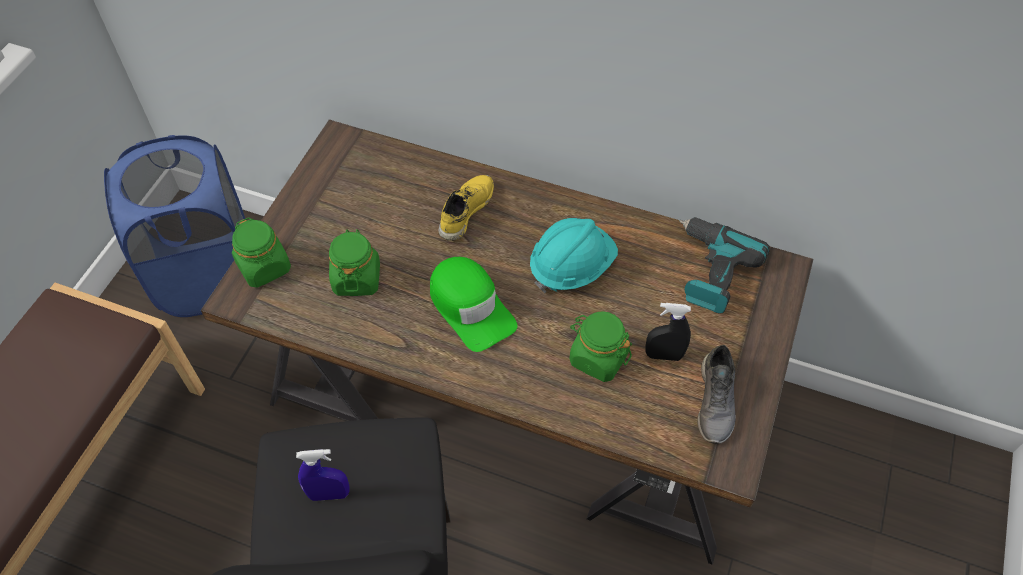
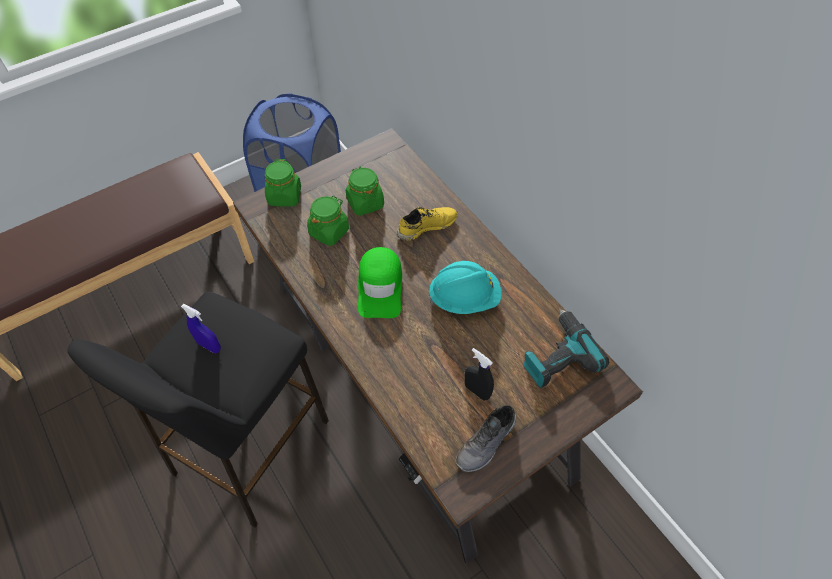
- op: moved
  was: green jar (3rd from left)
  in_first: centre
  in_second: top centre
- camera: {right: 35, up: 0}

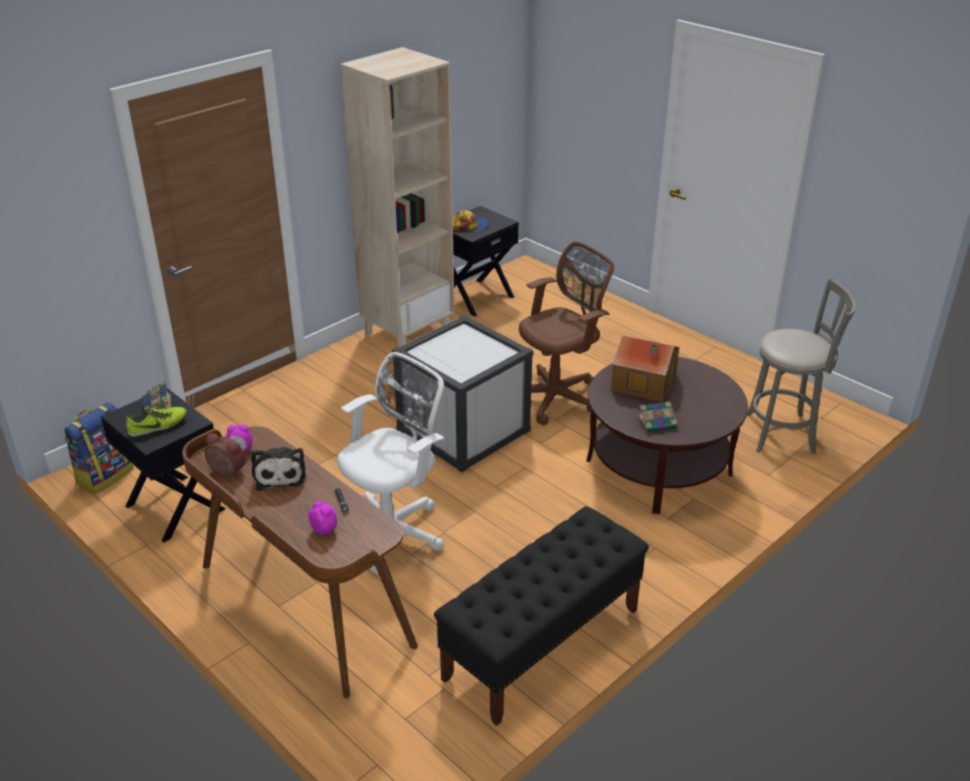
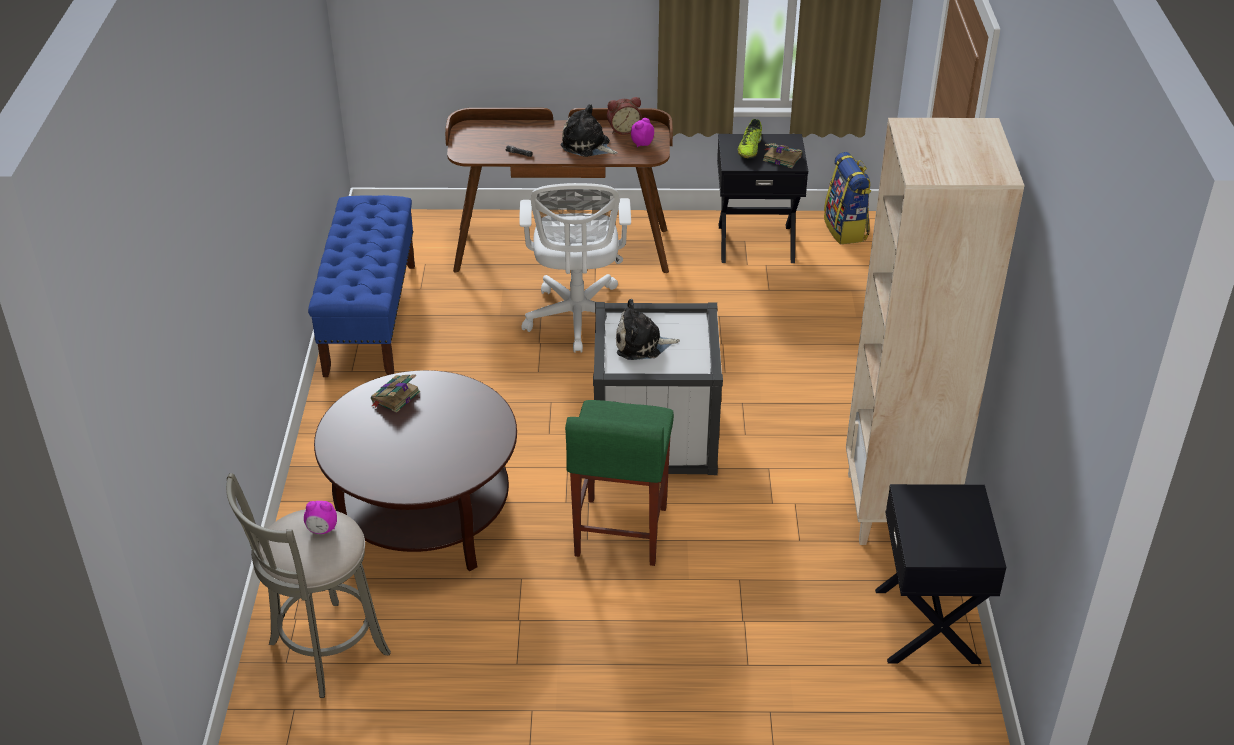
- op: moved
  was: alarm clock (3rd from left in the first image)
  now: alarm clock (1st from left)
  in_first: middle left
  in_second: bottom left
- op: recoloured
  was: black bench
  now: blue bench
  in_first: bottom centre
  in_second: middle left
- op: replaced
  was: brown office chair
  now: green stool
  in_first: centre
  in_second: centre
- op: added
  now: plush toy (2nd from left)
  in_second: centre
- op: removed
  was: cap
  in_first: top centre
- op: removed
  was: toy house
  in_first: centre
- camera: {right: 135, up: 5}

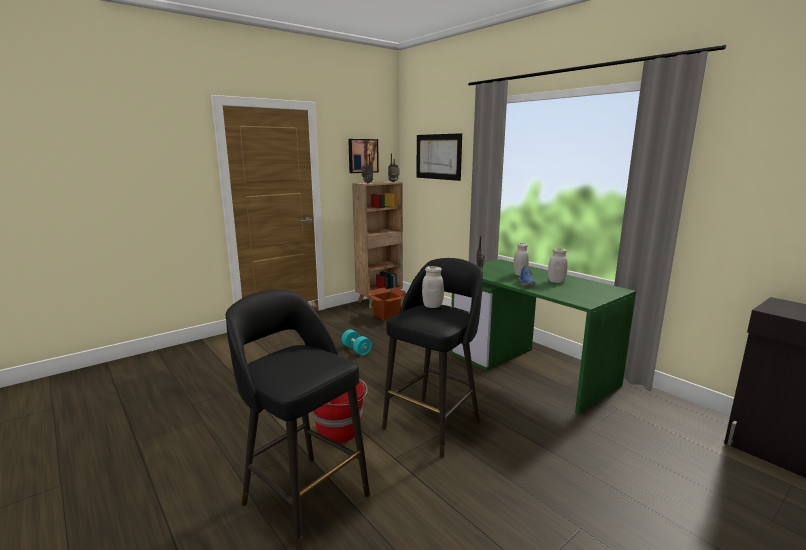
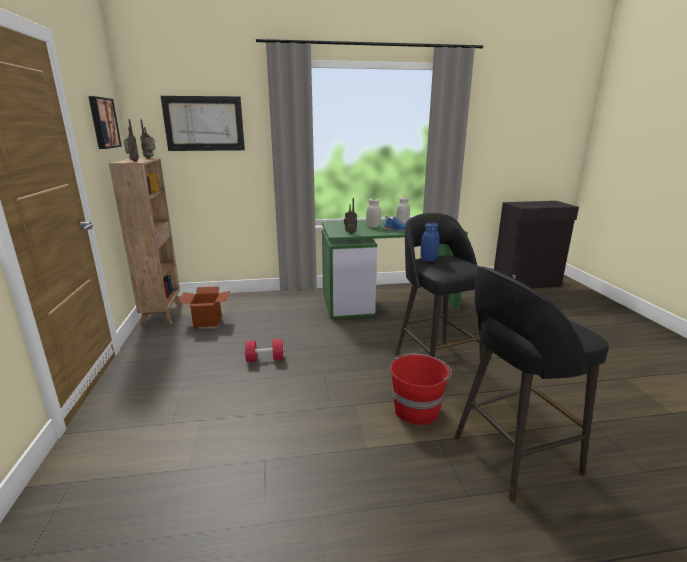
- op: recoloured
  was: turquoise dumbbell
  now: red dumbbell
  in_first: centre
  in_second: centre
- op: recoloured
  was: white jar (1st from left)
  now: blue jar
  in_first: centre
  in_second: centre
- camera: {right: -60, up: 5}

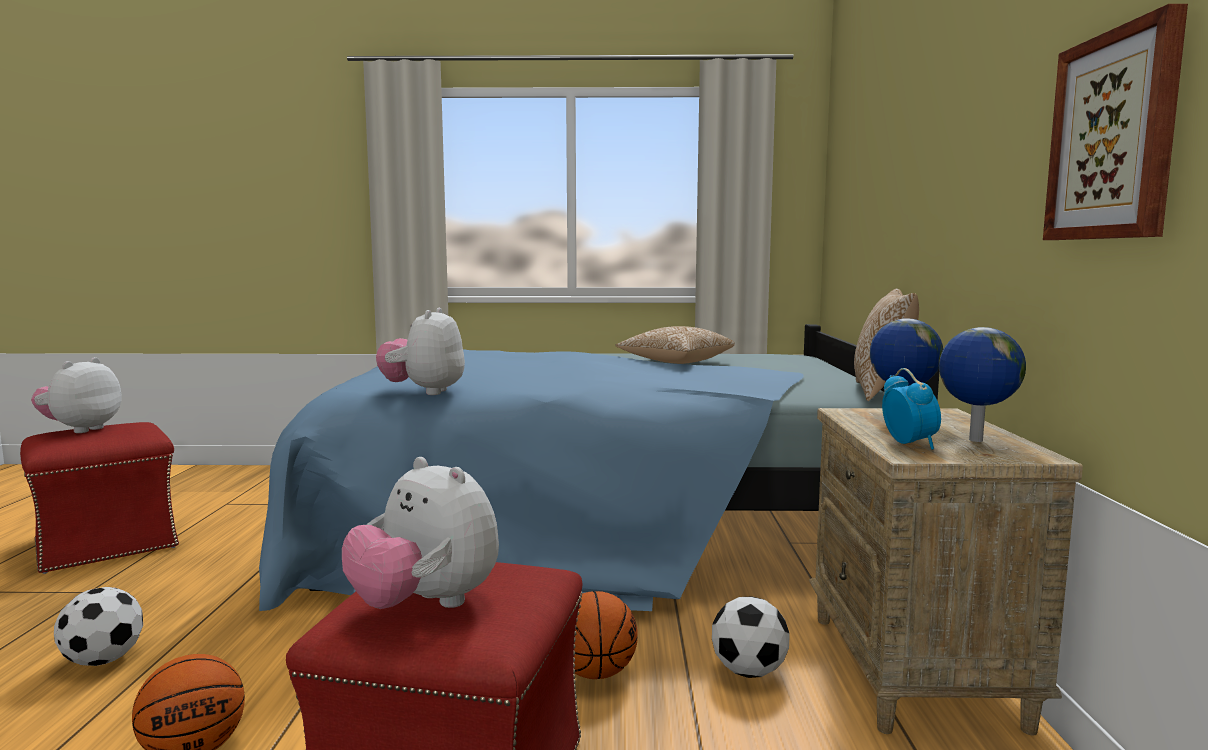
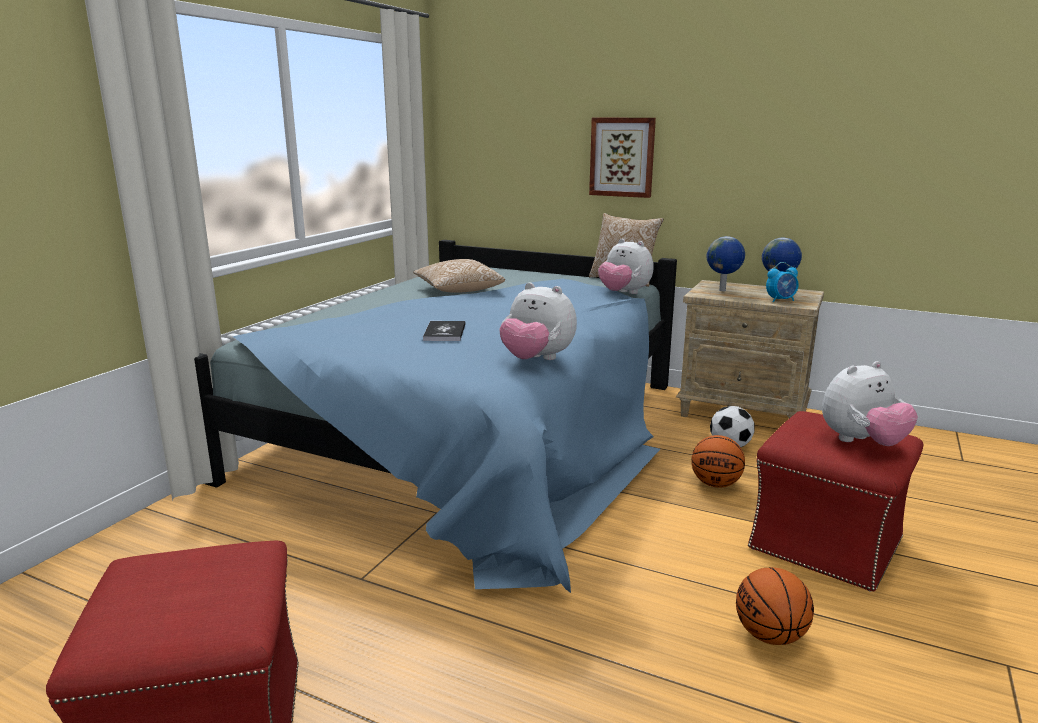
- op: added
  now: book
  in_second: centre
- op: moved
  was: picture
  in_first: top right
  in_second: top centre
- op: moved
  was: plush toy (1st from left in the first image)
  now: plush toy (2nd from left)
  in_first: middle left
  in_second: centre
- op: turned
  was: alarm clock
  in_first: middle right
  in_second: middle right
  clockwise: 150
- op: removed
  was: football (1st from left)
  in_first: bottom left
- camera: {right: -65, up: 10}

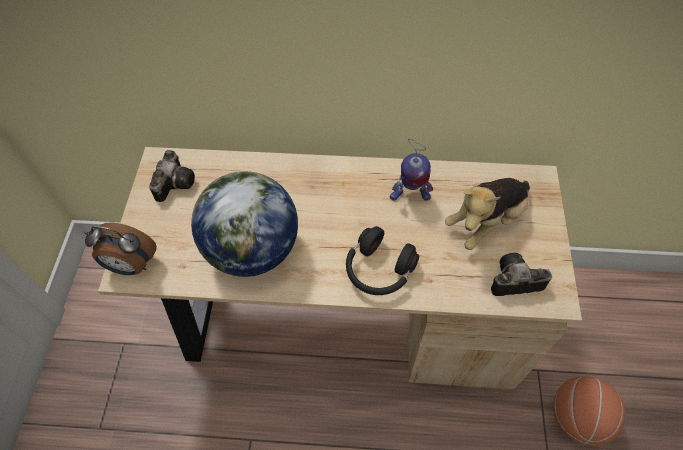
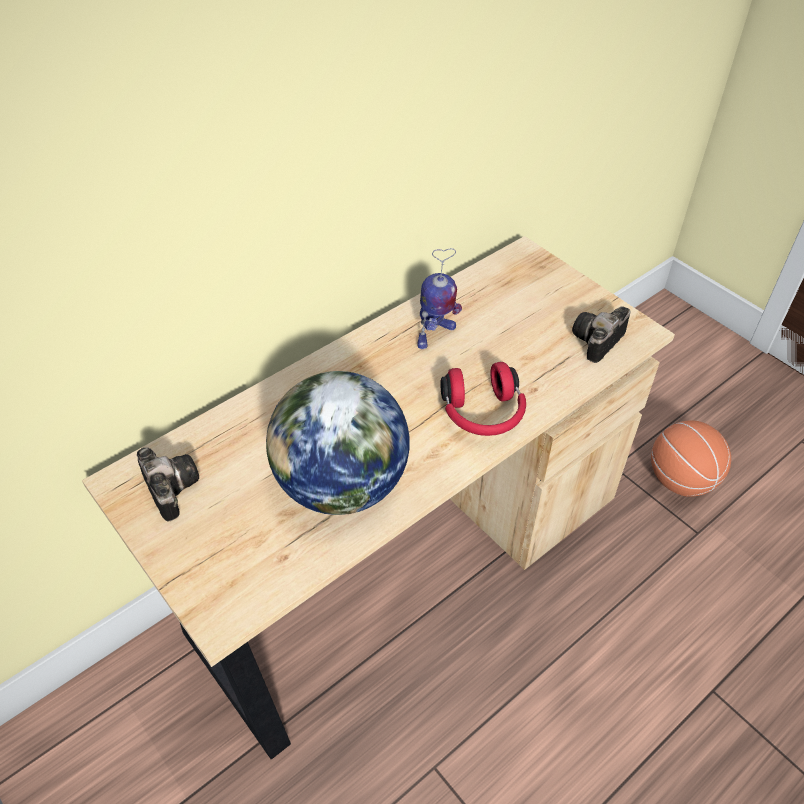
- op: recoloured
  was: black headphones
  now: red headphones
  in_first: centre
  in_second: centre
- op: removed
  was: alarm clock
  in_first: middle left
- op: removed
  was: plush toy
  in_first: middle right
- camera: {right: -45, up: -10}

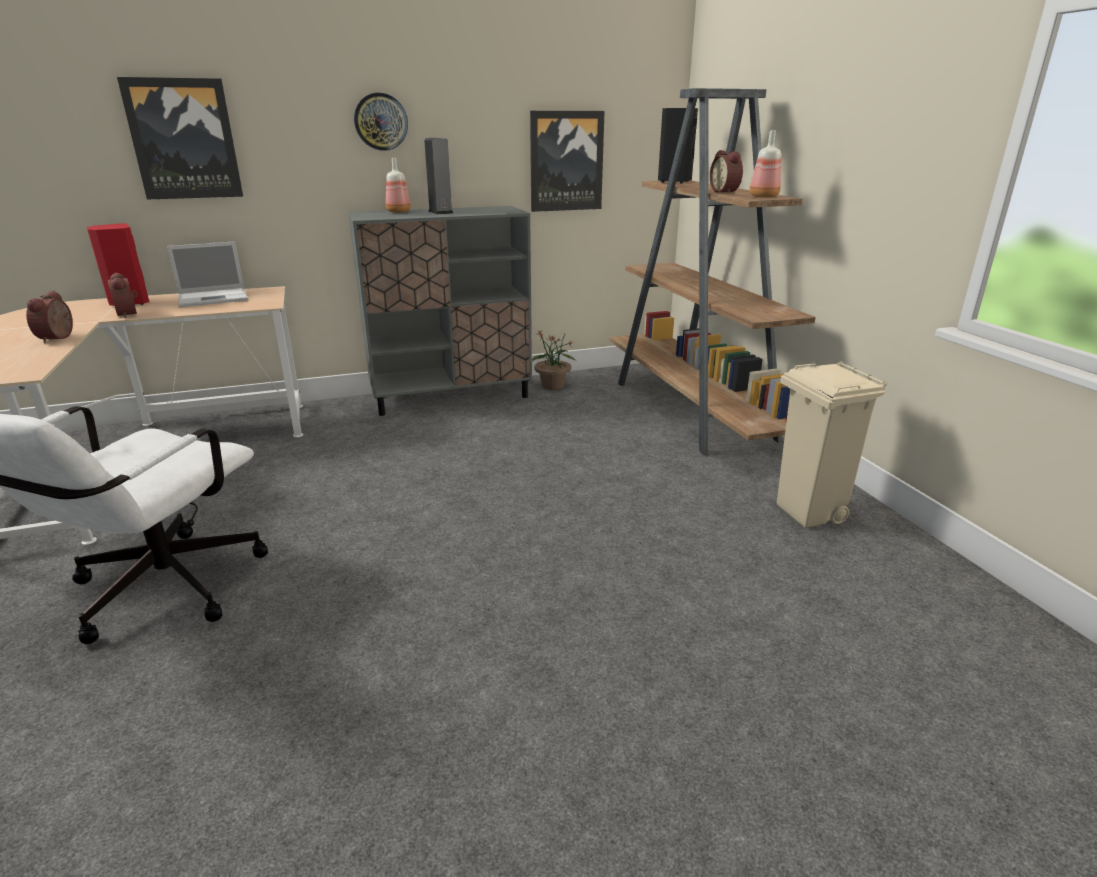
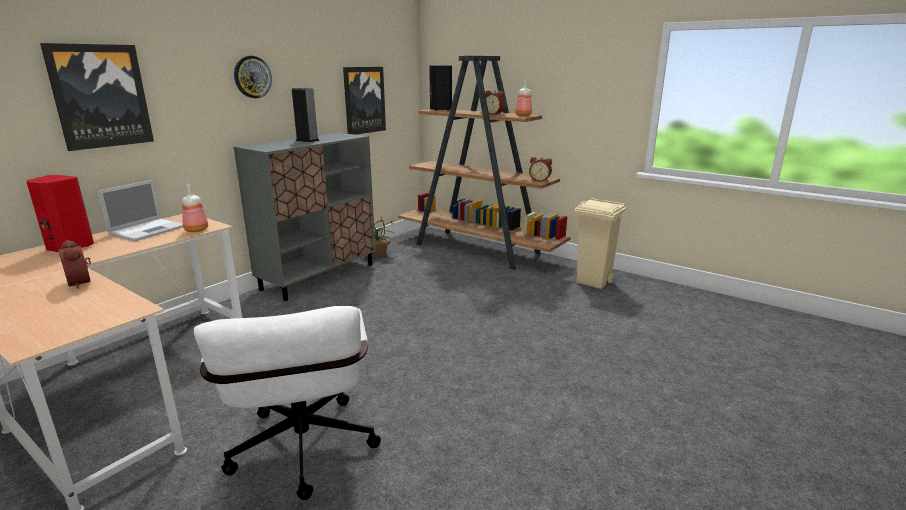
- op: moved
  was: bottle (1st from left)
  in_first: top centre
  in_second: middle left
- op: moved
  was: alarm clock (2nd from left in the first image)
  now: alarm clock (3rd from left)
  in_first: middle left
  in_second: top centre
- camera: {right: -35, up: -5}

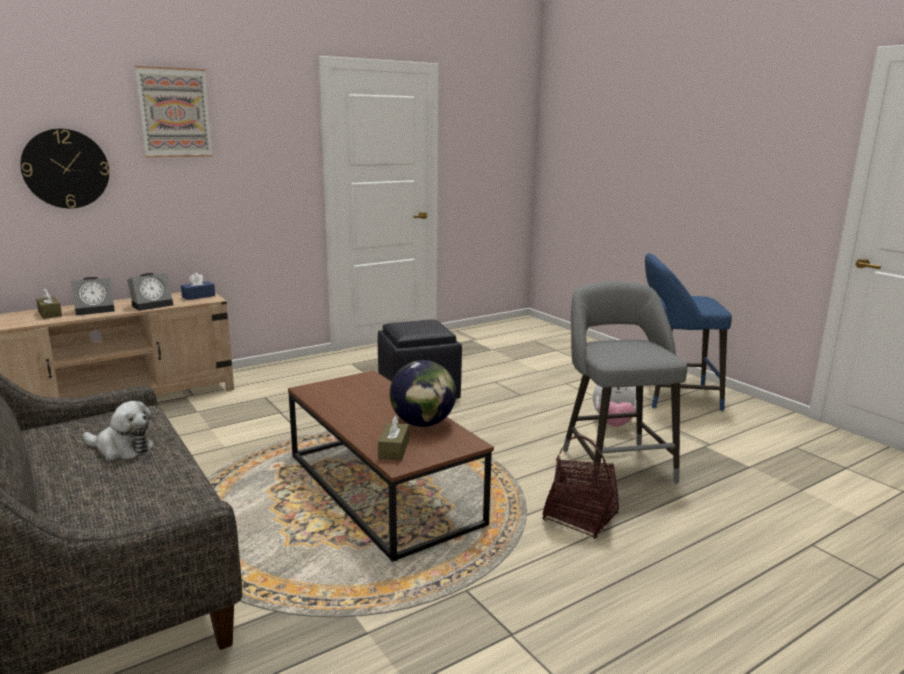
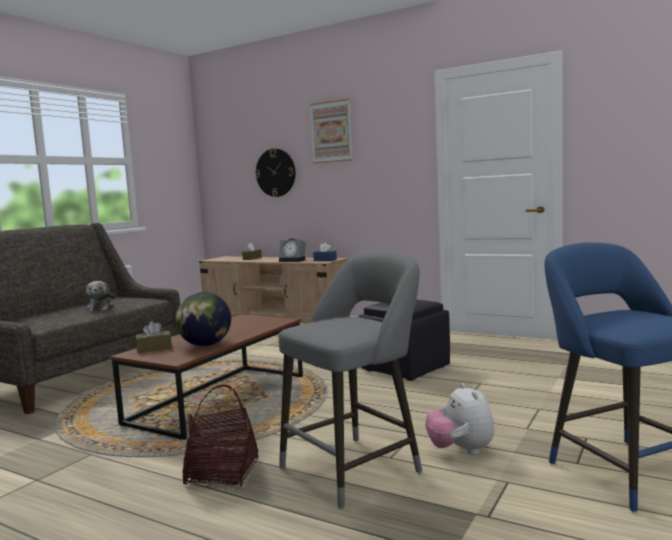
- op: removed
  was: alarm clock (1st from left)
  in_first: middle left
- camera: {right: 65, up: -10}

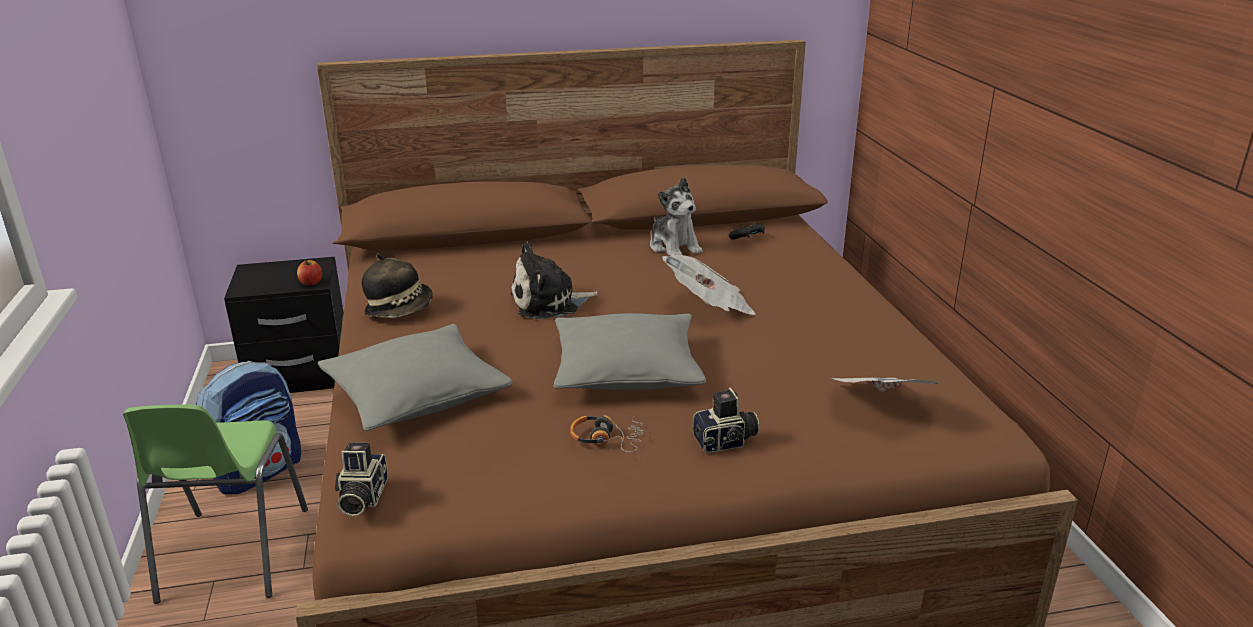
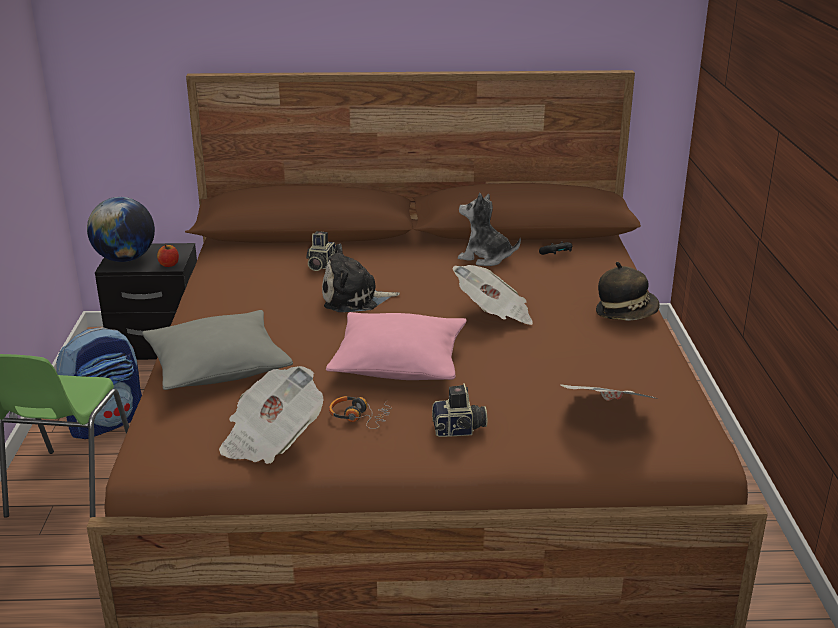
- op: added
  now: globe
  in_second: middle left
- op: added
  now: newspaper (1st from left)
  in_second: middle left
- op: moved
  was: photo camera (1st from left)
  in_first: bottom left
  in_second: centre
- op: recoloured
  was: grey pillow (2nd from left)
  now: pink pillow
  in_first: centre
  in_second: centre
- op: turned
  was: plush toy (2nd from left)
  in_first: centre
  in_second: centre
  clockwise: 135
- op: moved
  was: hat
  in_first: middle left
  in_second: middle right
- camera: {right: 10, up: 0}

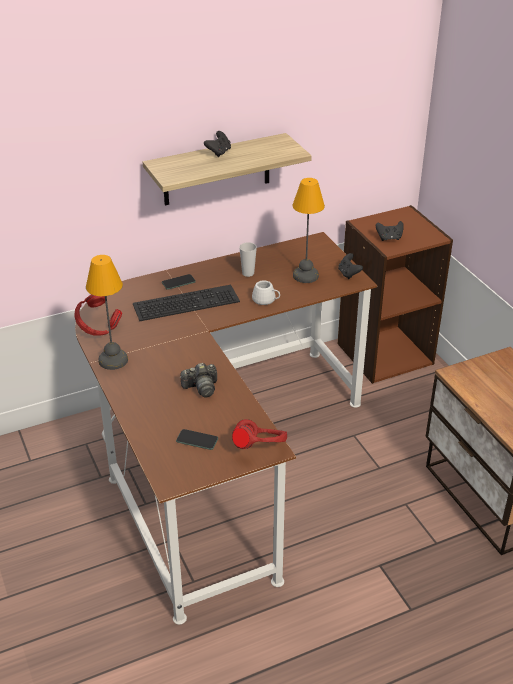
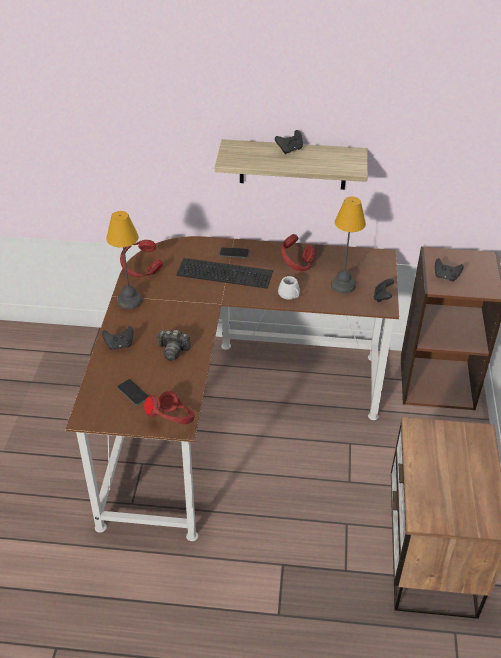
- op: added
  now: black game controller (1st from left)
  in_second: middle left
- op: replaced
  was: cup
  now: red headphones (3rd from left)
  in_first: centre
  in_second: centre
- camera: {right: 30, up: 5}

